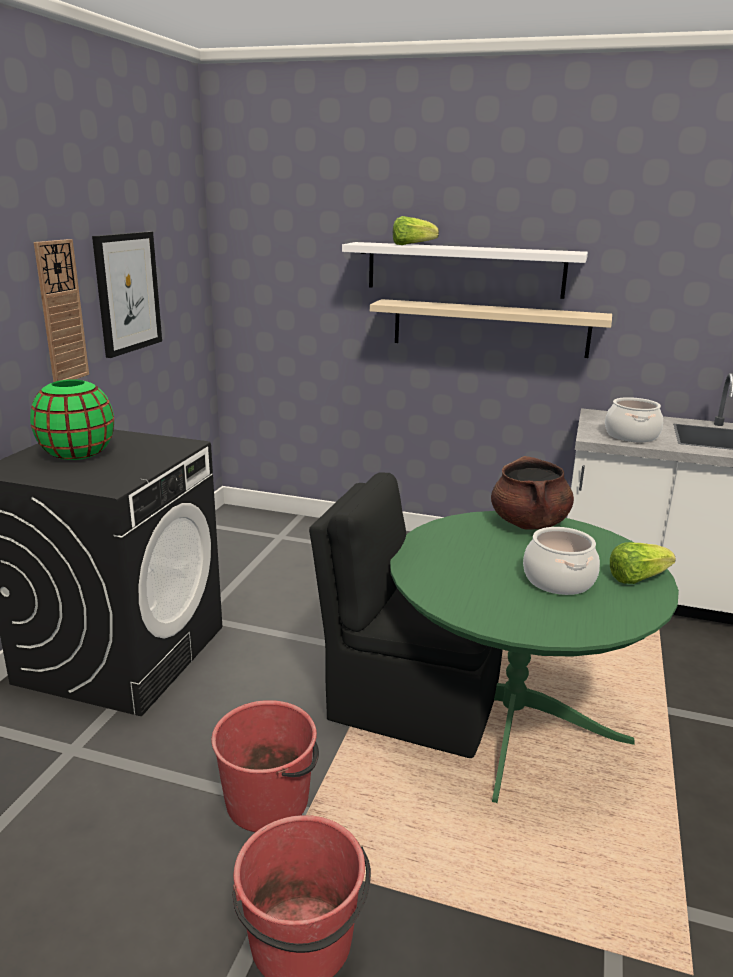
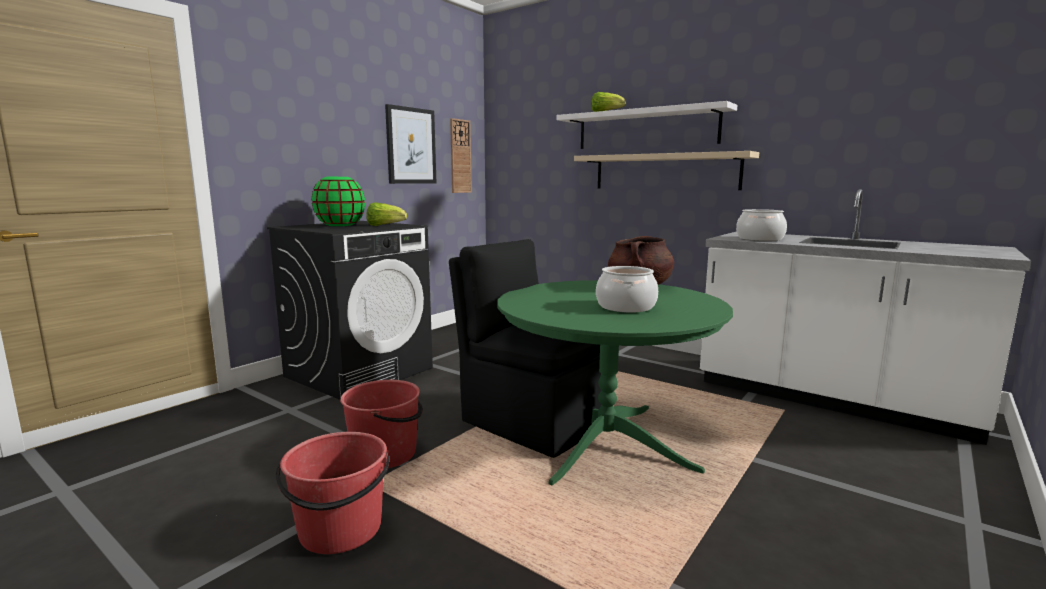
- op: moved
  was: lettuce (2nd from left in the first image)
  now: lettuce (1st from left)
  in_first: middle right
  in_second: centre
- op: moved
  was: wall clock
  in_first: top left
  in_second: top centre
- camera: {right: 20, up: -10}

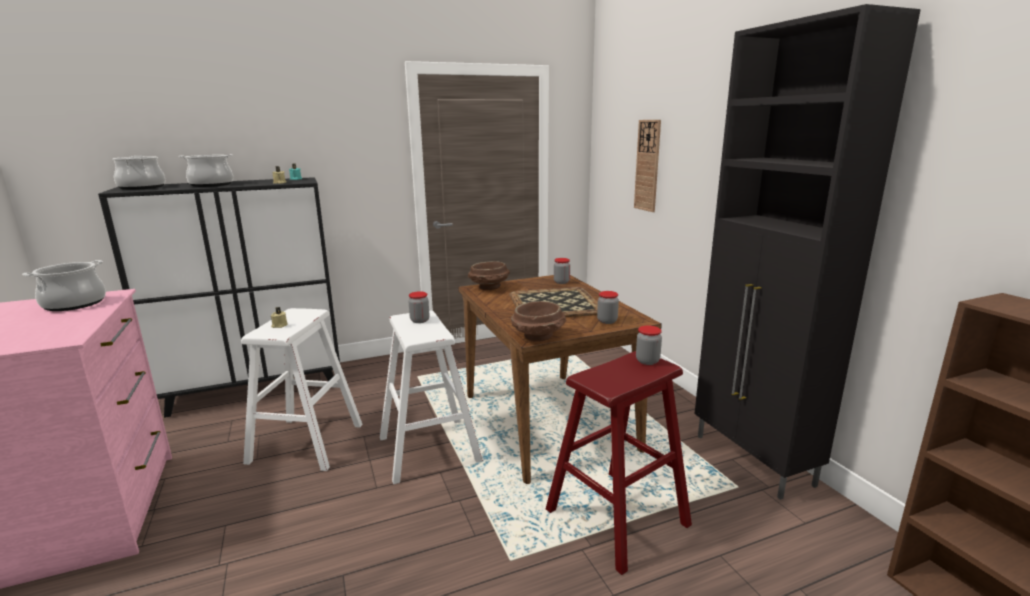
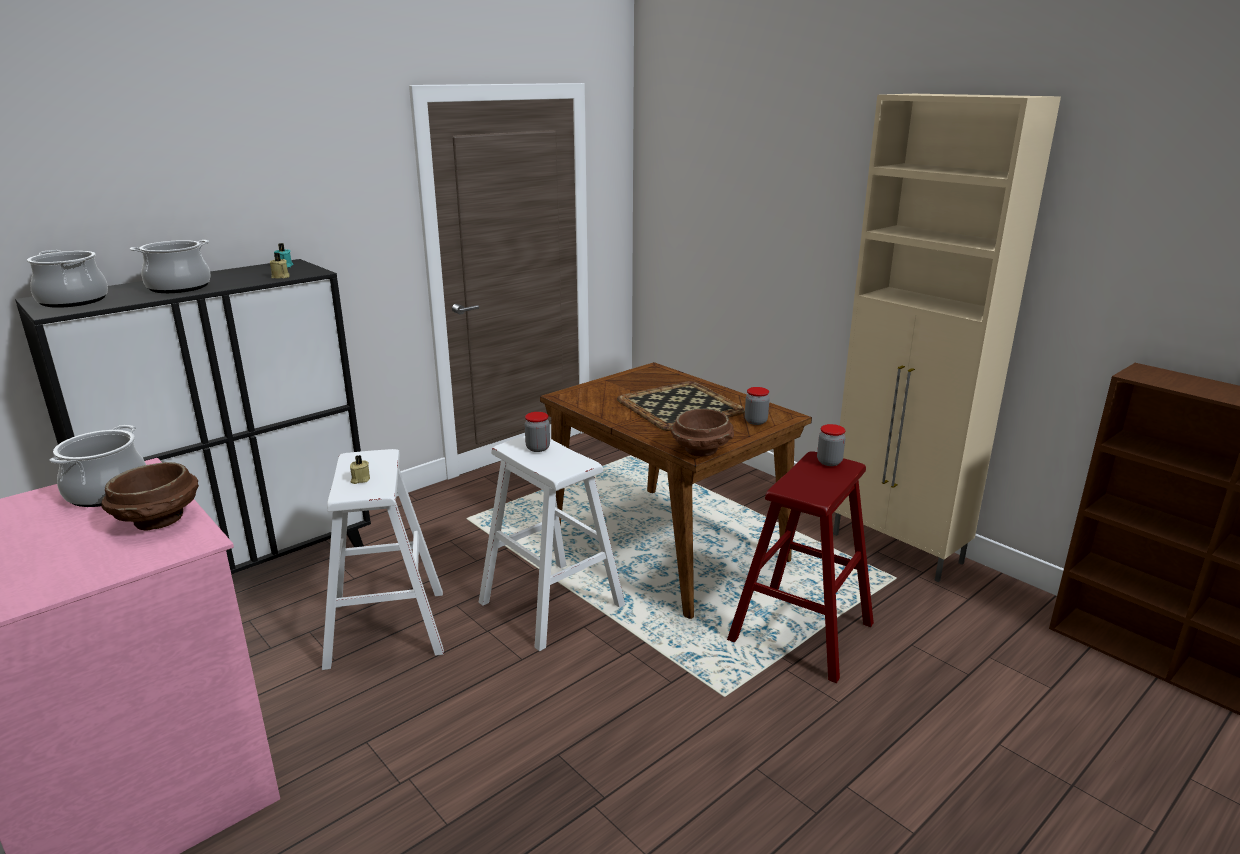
- op: moved
  was: brown bowl (1st from left)
  in_first: centre
  in_second: middle left
- op: recoloured
  was: black cabinet (2nd from left)
  now: beige cabinet
  in_first: middle right
  in_second: middle right
- op: removed
  was: jar (2nd from left)
  in_first: centre
- op: removed
  was: wall clock
  in_first: top centre
- camera: {right: -20, up: 5}

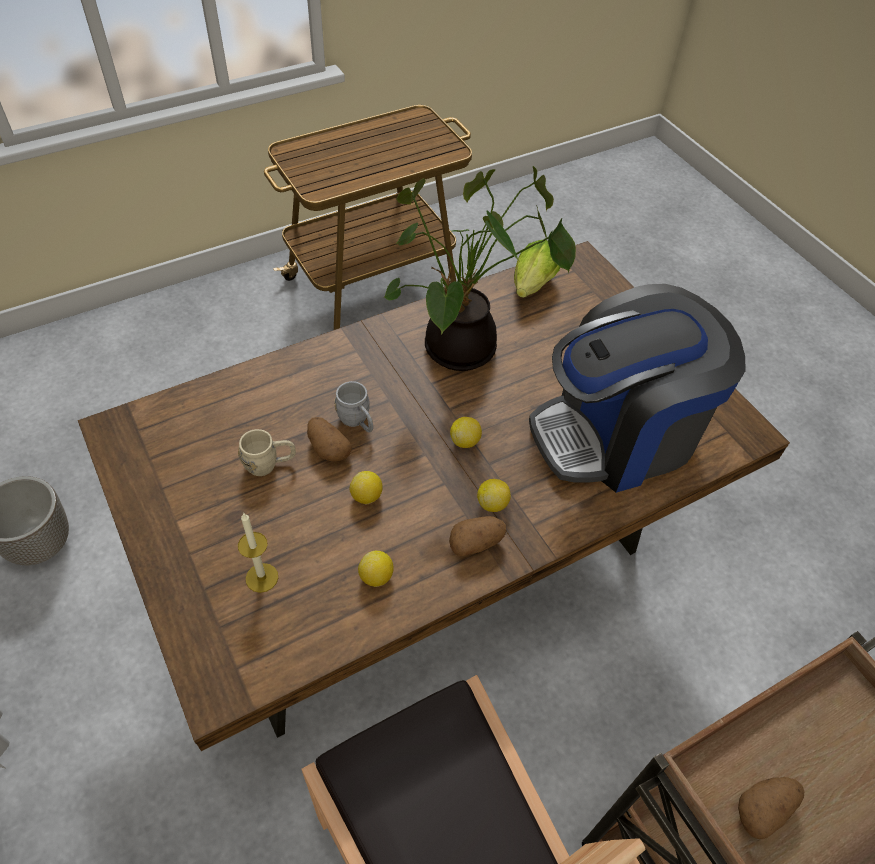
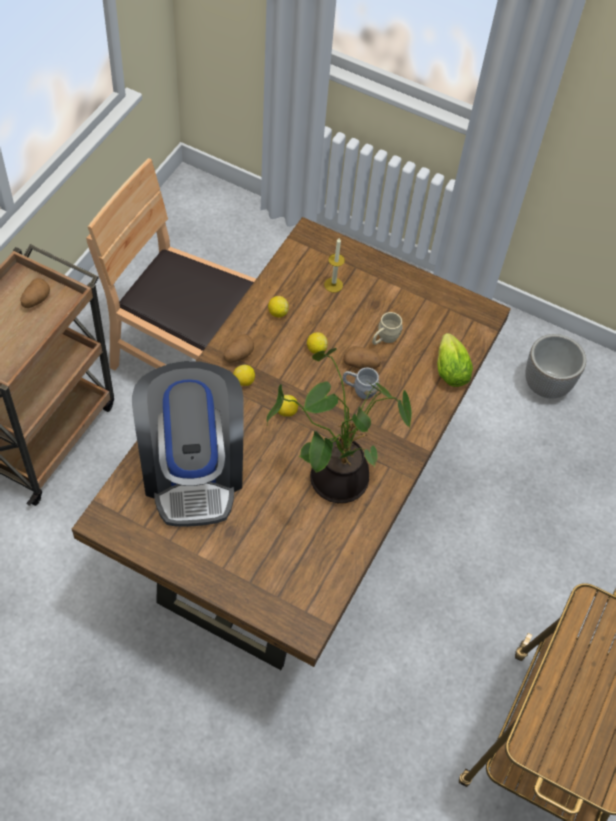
- op: turned
  was: coffee machine
  in_first: middle right
  in_second: middle left
  clockwise: 135
- op: moved
  was: lettuce
  in_first: top centre
  in_second: middle right
- camera: {right: 145, up: 5}

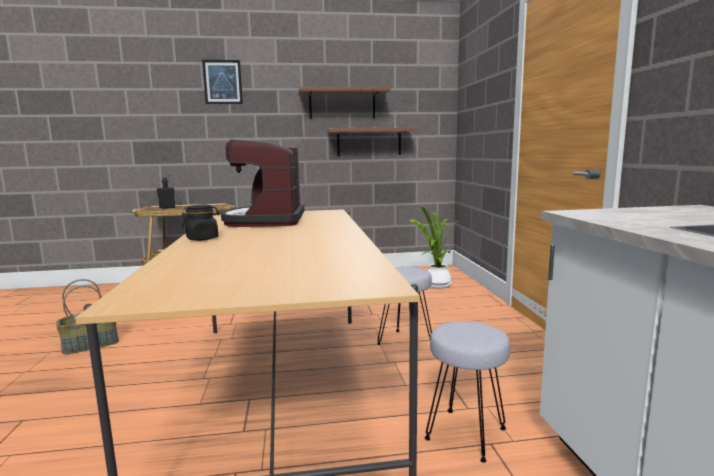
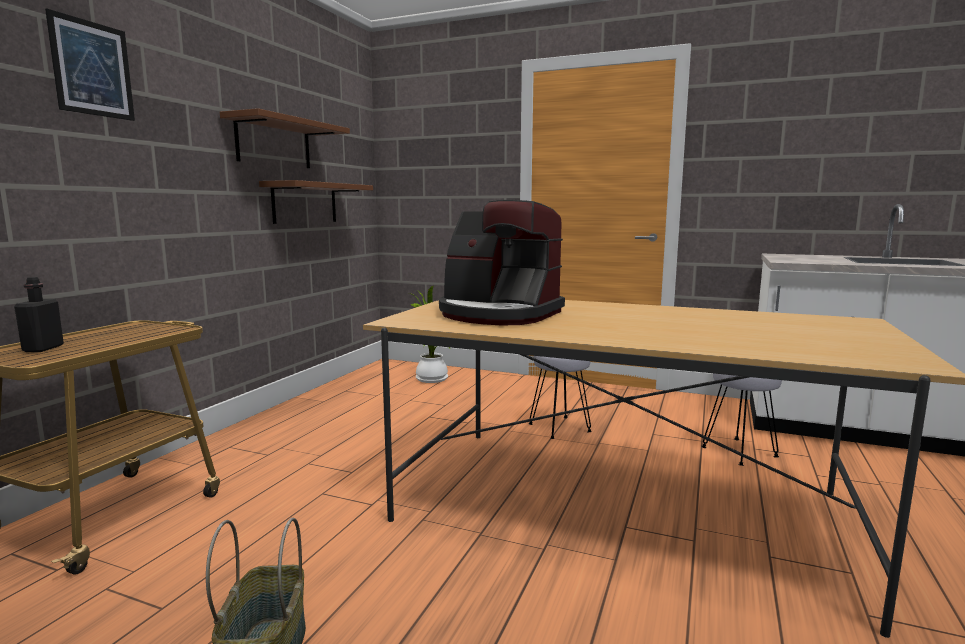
- op: removed
  was: black jar
  in_first: middle left
- camera: {right: -60, up: 0}

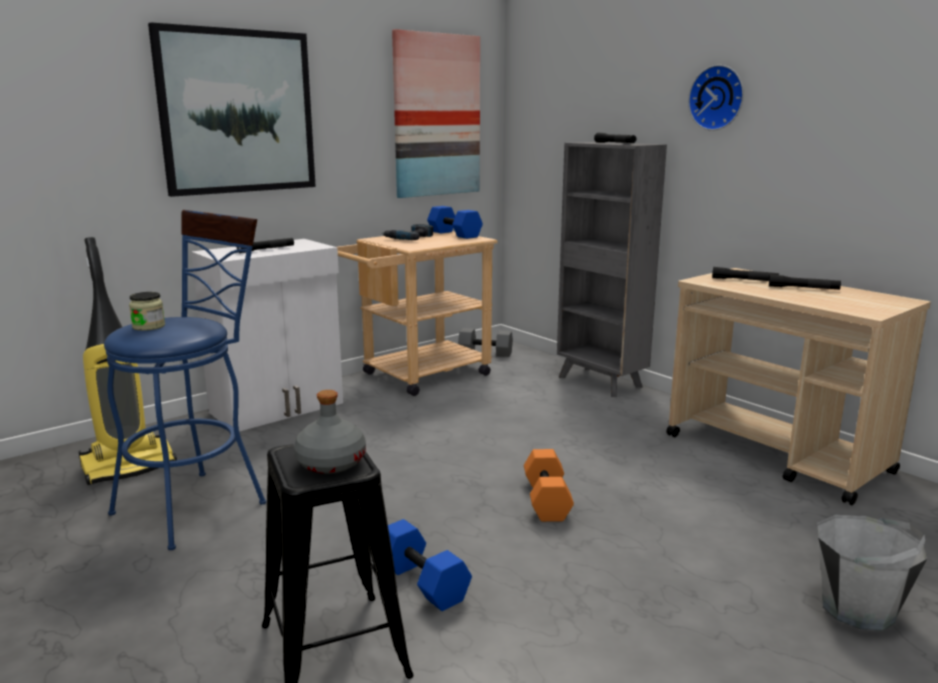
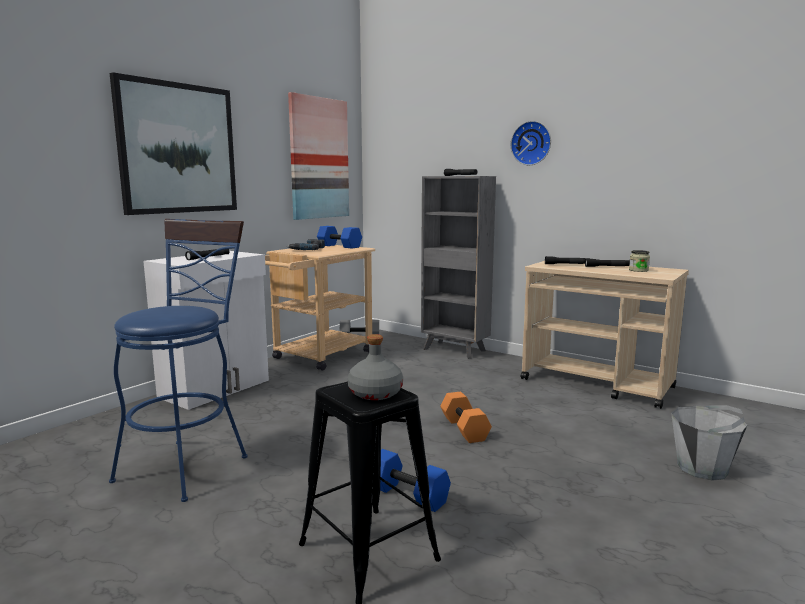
- op: moved
  was: jar
  in_first: middle left
  in_second: middle right
- op: removed
  was: vacuum cleaner
  in_first: middle left
- camera: {right: -15, up: -5}

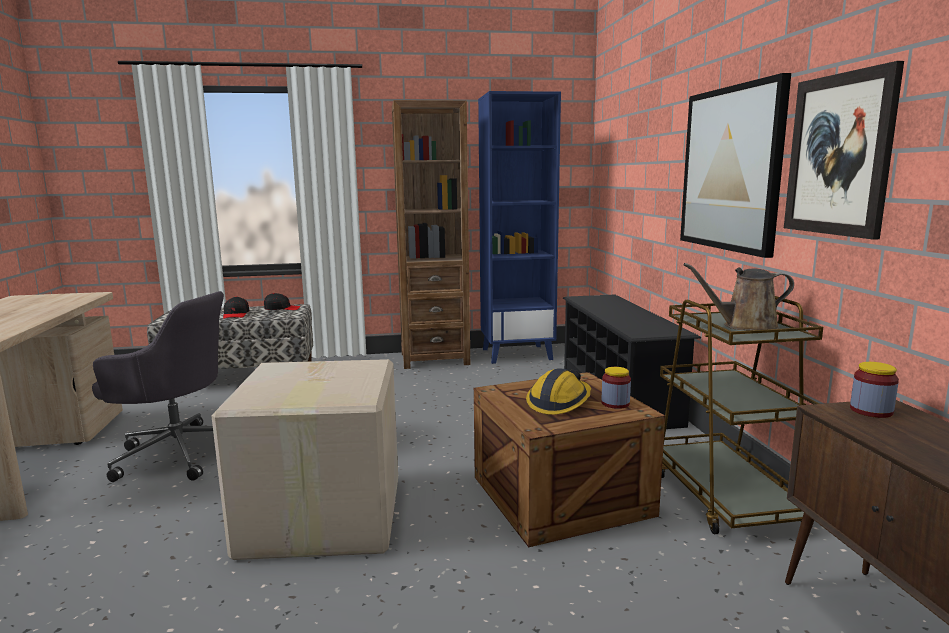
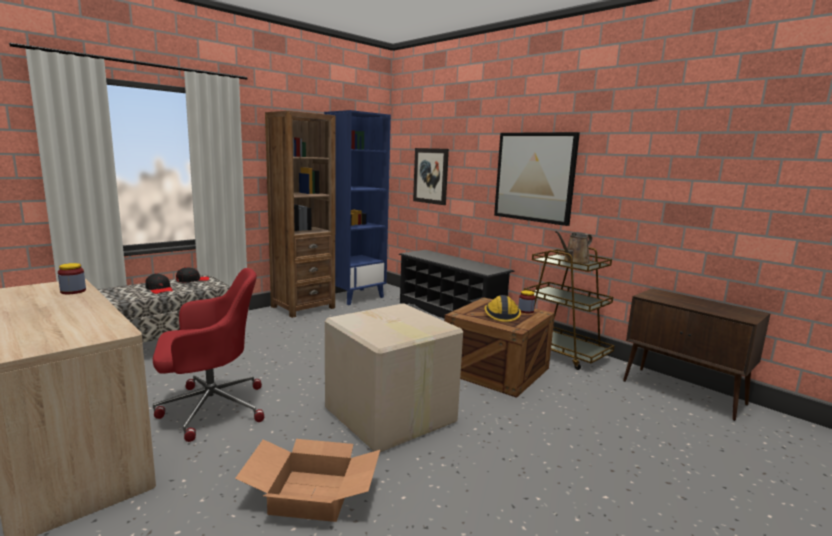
- op: moved
  was: jar (2nd from left in the first image)
  now: jar (1st from left)
  in_first: middle right
  in_second: middle left
- op: recoloured
  was: grey office chair
  now: red office chair
  in_first: middle left
  in_second: middle left
- op: added
  now: cardboard box (1st from left)
  in_second: bottom centre
- op: moved
  was: picture (2nd from left in the first image)
  now: picture (1st from left)
  in_first: top right
  in_second: top centre
- camera: {right: -35, up: 0}

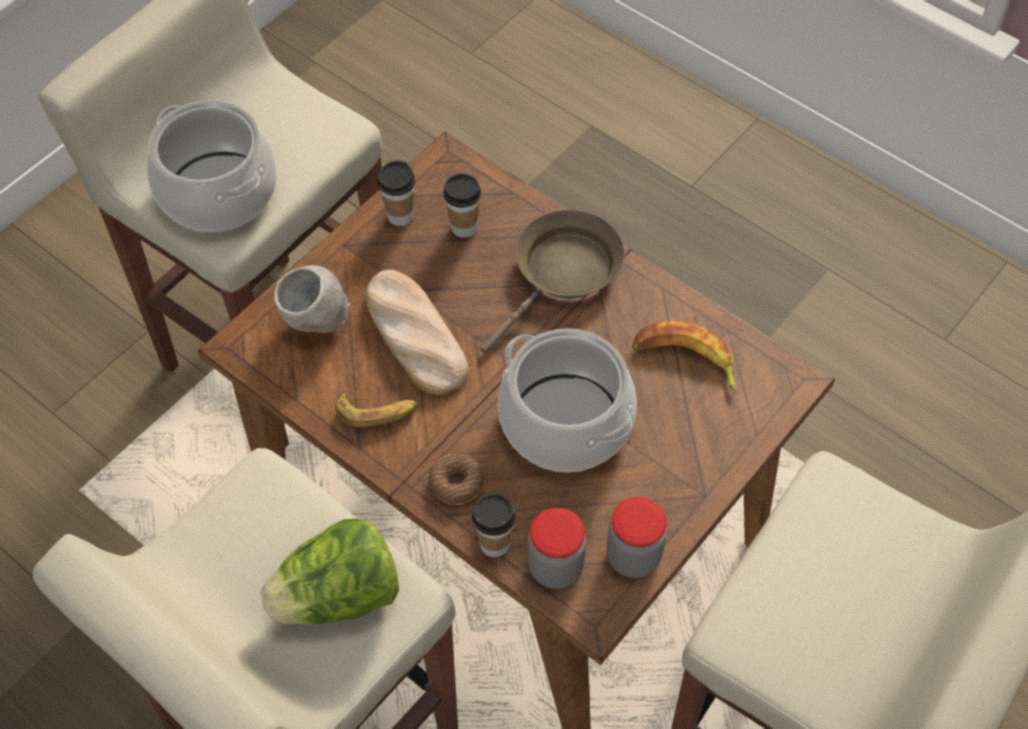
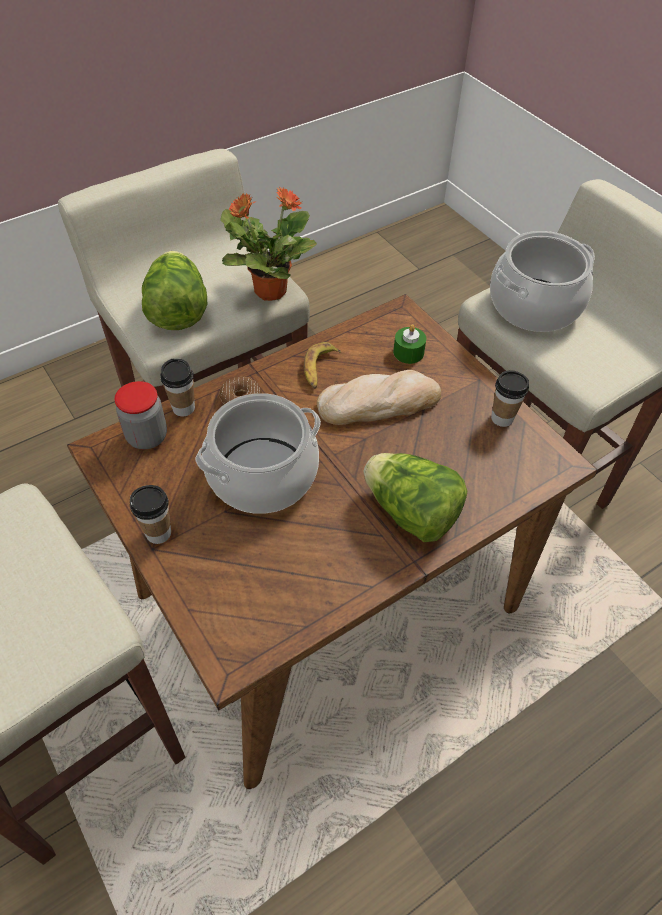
- op: moved
  was: cup (2nd from left in the first image)
  now: cup (1st from left)
  in_first: top centre
  in_second: middle left
- op: added
  now: potted plant
  in_second: top centre
- op: replaced
  was: brown frying pan
  now: lettuce (2nd from left)
  in_first: centre
  in_second: centre
- op: replaced
  was: grey bowl
  now: green candle
  in_first: middle left
  in_second: centre
- op: removed
  was: jar (2nd from left)
  in_first: bottom centre
- op: removed
  was: banana (2nd from left)
  in_first: centre
- camera: {right: 105, up: -5}

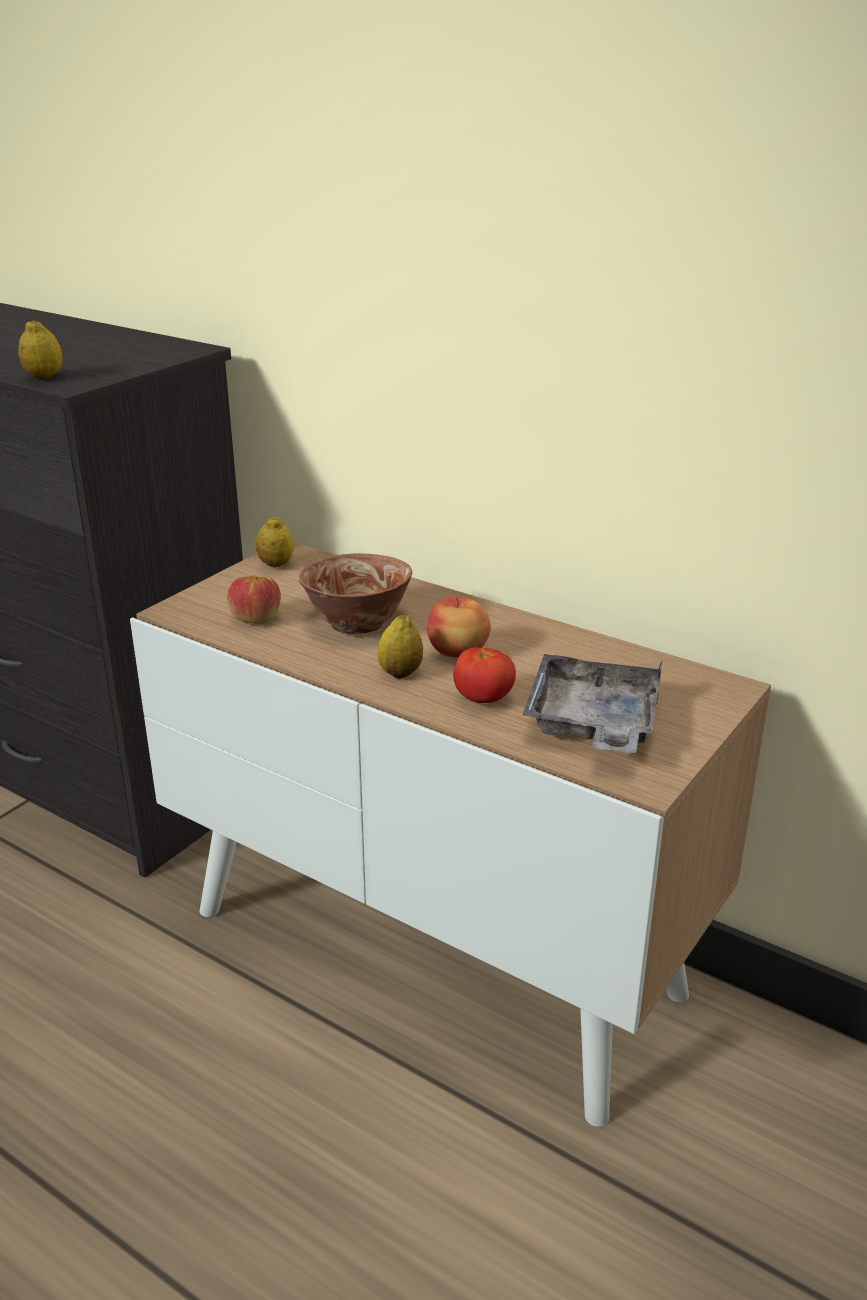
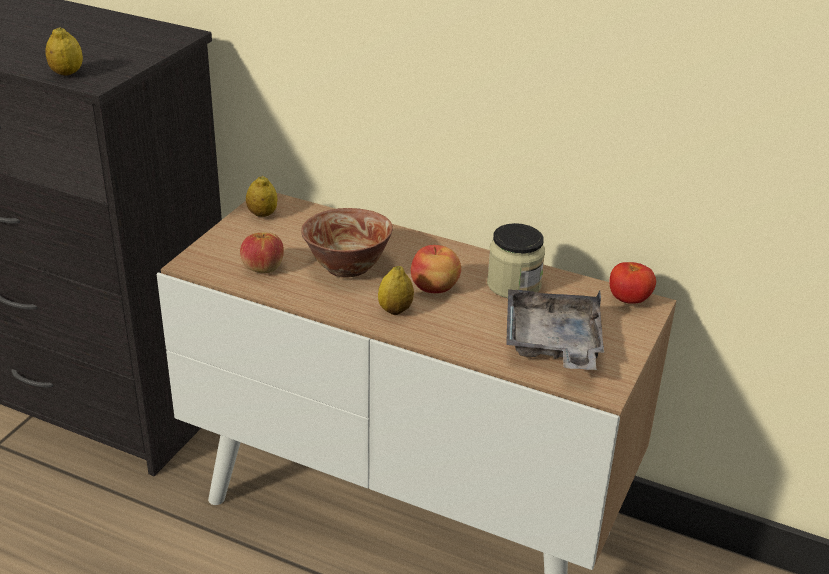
- op: added
  now: jar
  in_second: centre
- op: moved
  was: tomato
  in_first: centre
  in_second: middle right
- camera: {right: -10, up: 5}

